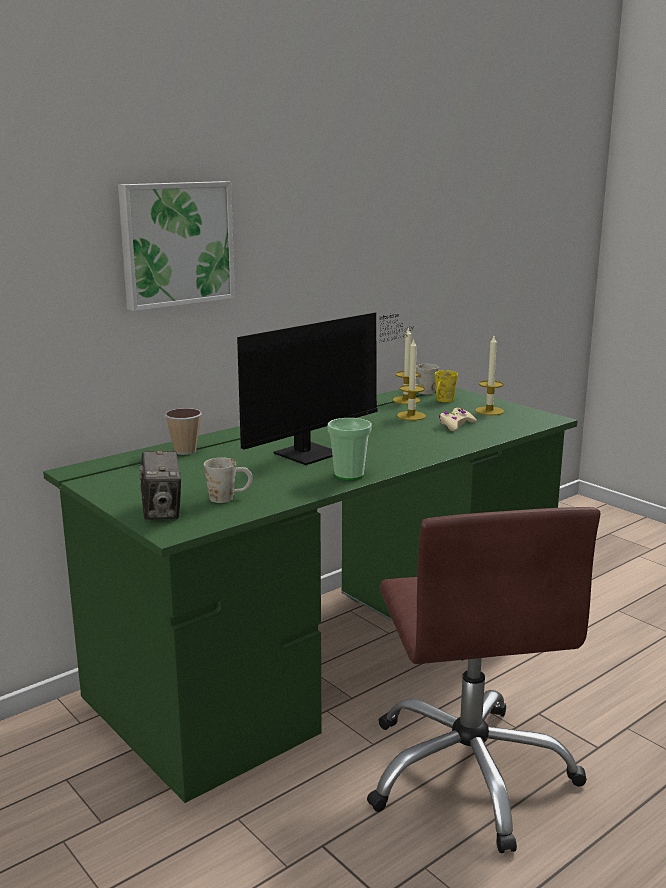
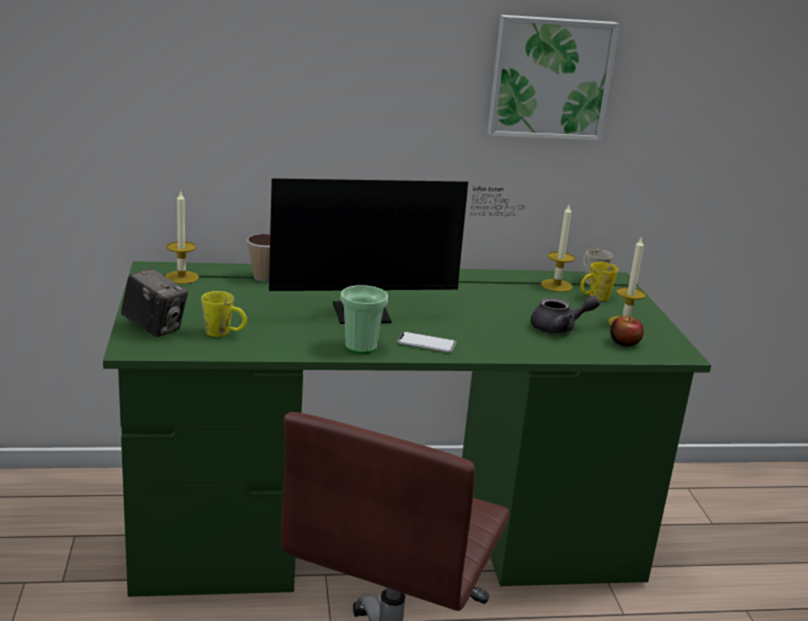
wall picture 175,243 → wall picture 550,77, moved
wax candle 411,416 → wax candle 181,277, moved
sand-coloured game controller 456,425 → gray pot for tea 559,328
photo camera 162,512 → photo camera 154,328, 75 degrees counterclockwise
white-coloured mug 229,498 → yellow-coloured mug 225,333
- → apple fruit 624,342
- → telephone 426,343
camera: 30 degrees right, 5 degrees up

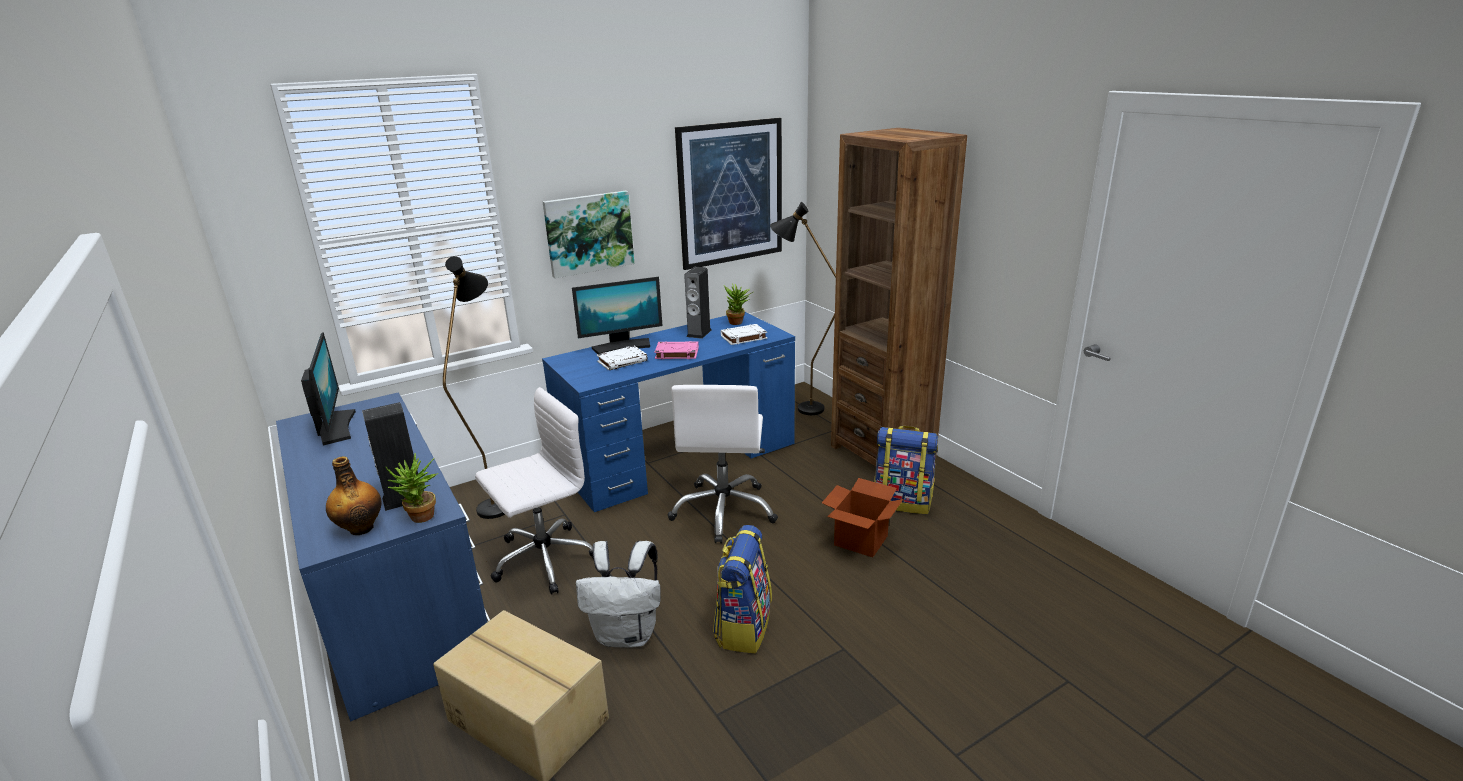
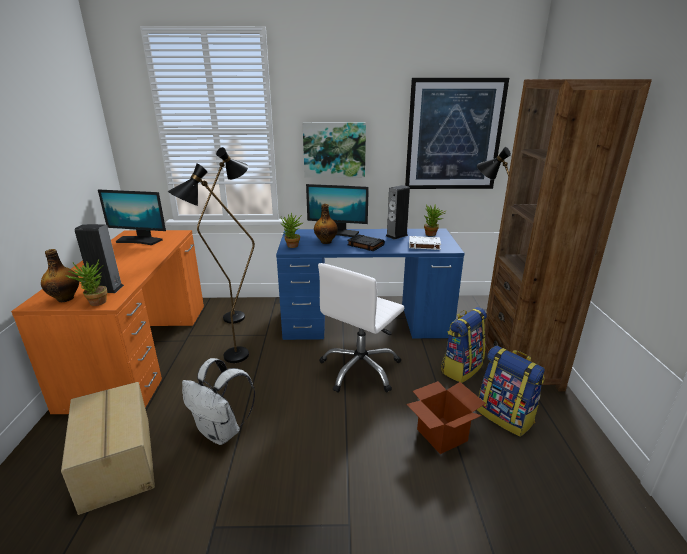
computer screen 335,427 → computer screen 139,240, 90 degrees clockwise
pinkish book 676,353 → blackish book 365,245
white-coloured book 622,361 → drink bottle 326,242
white-coloured desk chair 543,560 → blackish standard lamp 227,359
blue desk unit 396,595 → orange-coloured desk unit 142,349
rucksack 743,627 → rucksack 461,368, moved
- → houseplant 292,246
camera: 30 degrees right, 0 degrees up

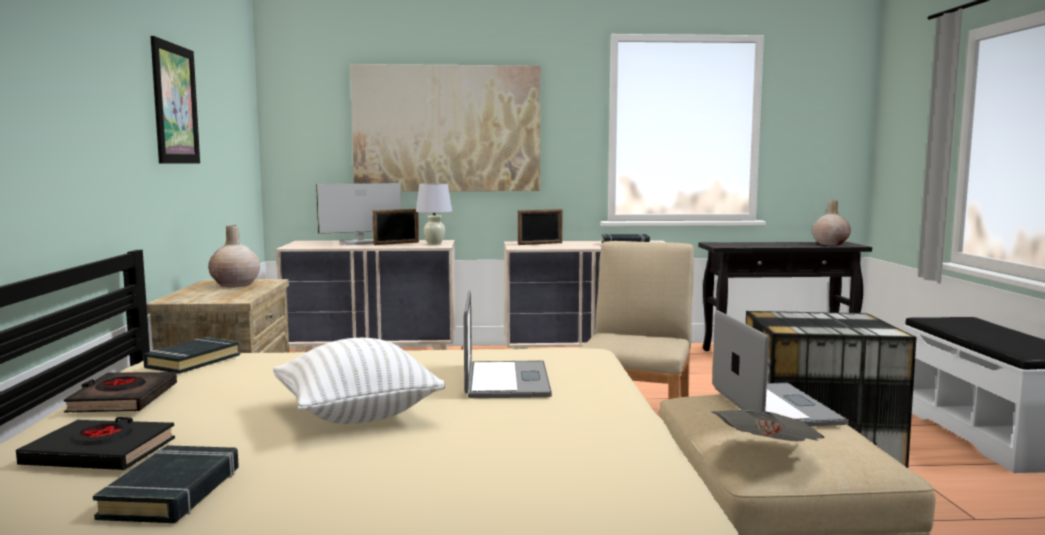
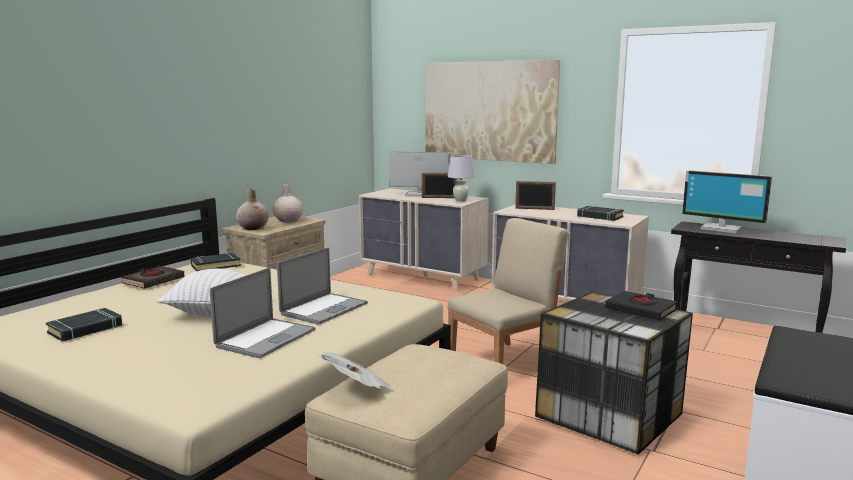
wall picture 175,104 → -
sand-coloured vase 830,244 → sand-coloured vase 253,228, moved
laptop 774,406 → laptop 266,338, moved
blackish book 100,453 → blackish book 641,310, moved
- → computer screen 722,228
camera: 35 degrees right, 5 degrees up

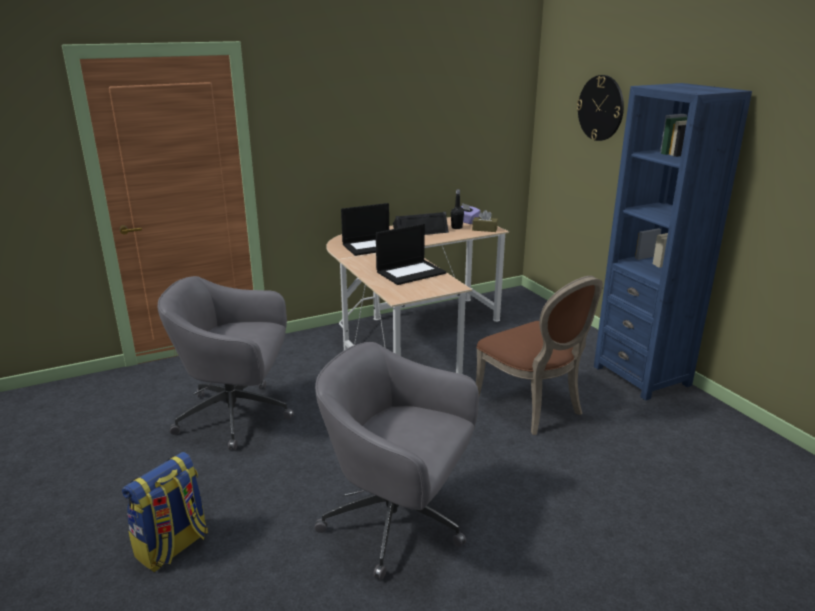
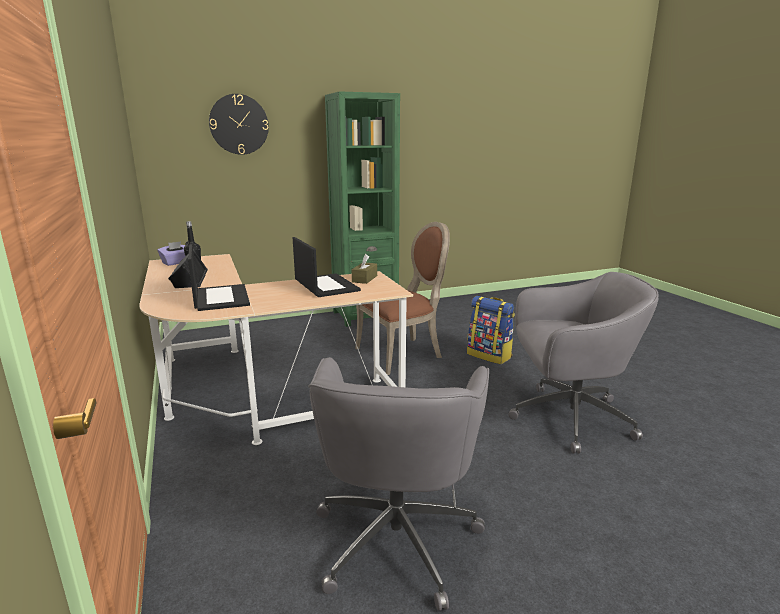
blue bookcase 641,375 → greenish bookcase 365,315
brown tissue box 484,229 → brown tissue box 364,279, moved
gray desk chair 398,523 → gray desk chair 567,418, 120 degrees counterclockwise
rucksack 173,547 → rucksack 489,355, moved
camera: 85 degrees left, 5 degrees down

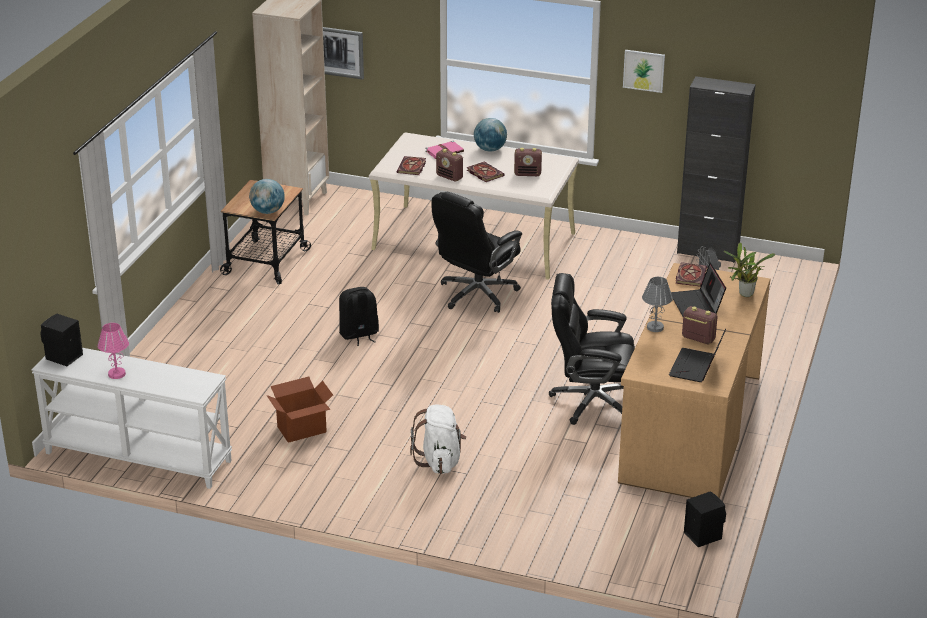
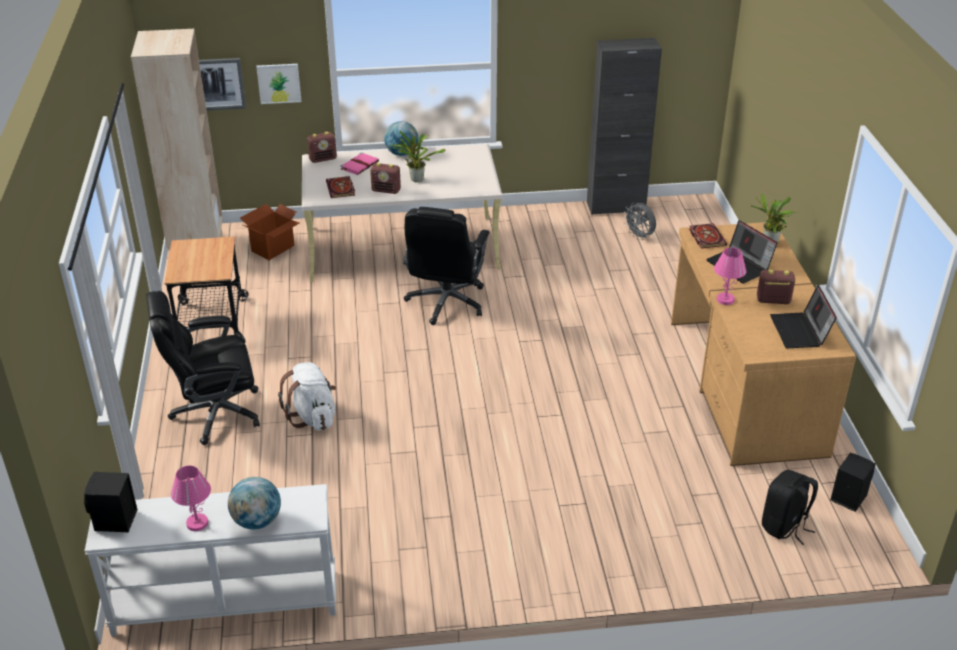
wall picture 644,70 → wall picture 279,83, moved
radio receiver 528,174 → radio receiver 323,159, moved
book 484,173 → houseplant 416,179
globe 267,211 → globe 257,521, moved
blackish desk chair 591,402 → blackish desk chair 215,413, moved
gray table lamp 655,327 → pinkish table lamp 725,299
blackish rucksack 359,335 → blackish rucksack 784,526, moved
carton 302,430 → carton 273,248, moved
white-coloured rucksack 440,461 → white-coloured rucksack 313,417, moved
camera: 25 degrees left, 5 degrees up

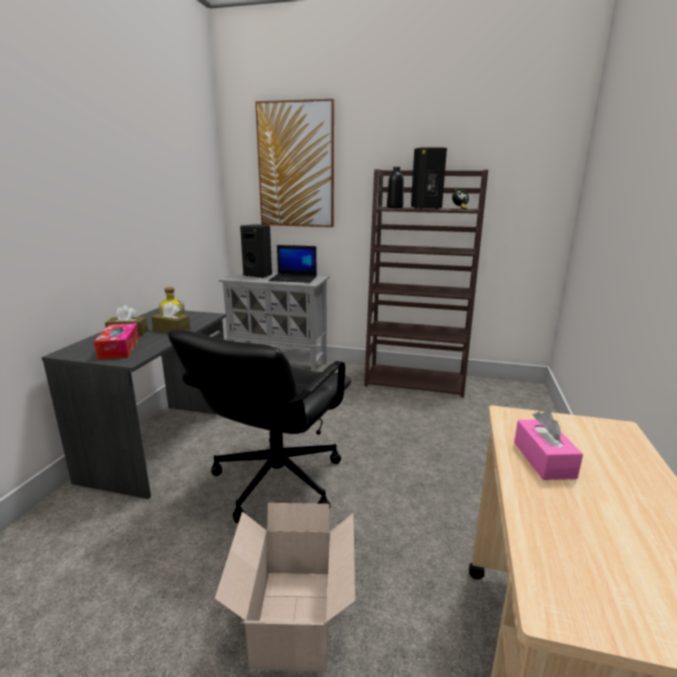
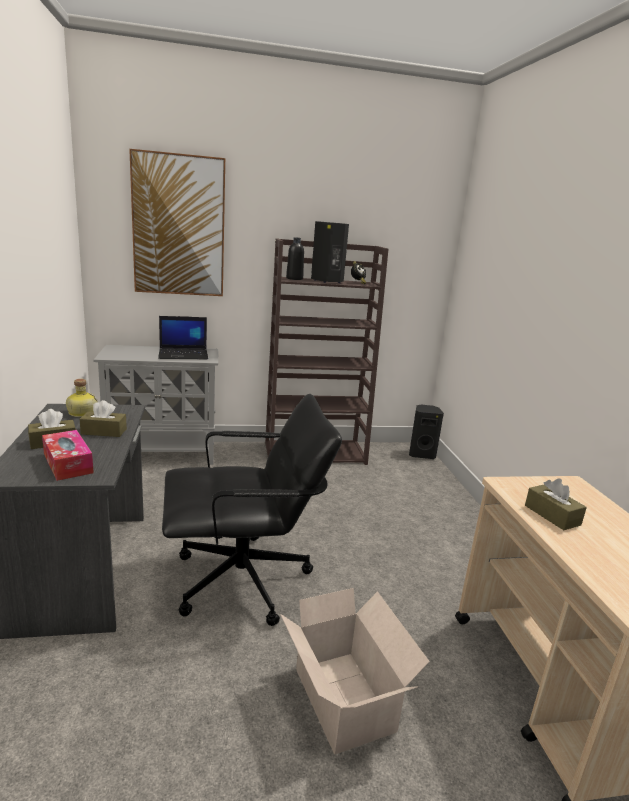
blackish loudspeaker 258,275 → blackish loudspeaker 421,454, moved
blackish desk chair 275,480 → blackish desk chair 243,580, 105 degrees counterclockwise
pinkish tissue box 543,459 → brown tissue box 552,515
camera: 25 degrees left, 0 degrees up

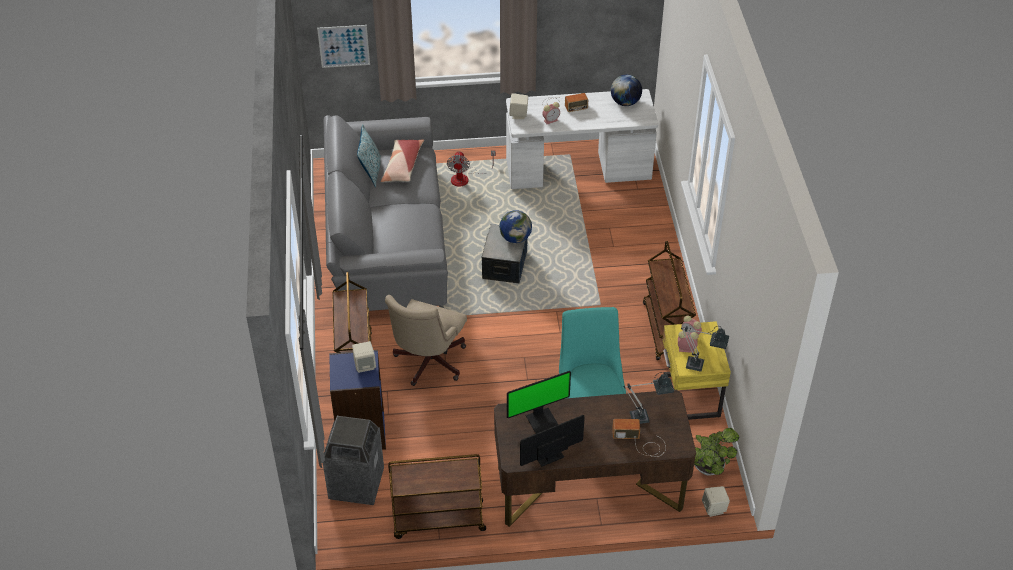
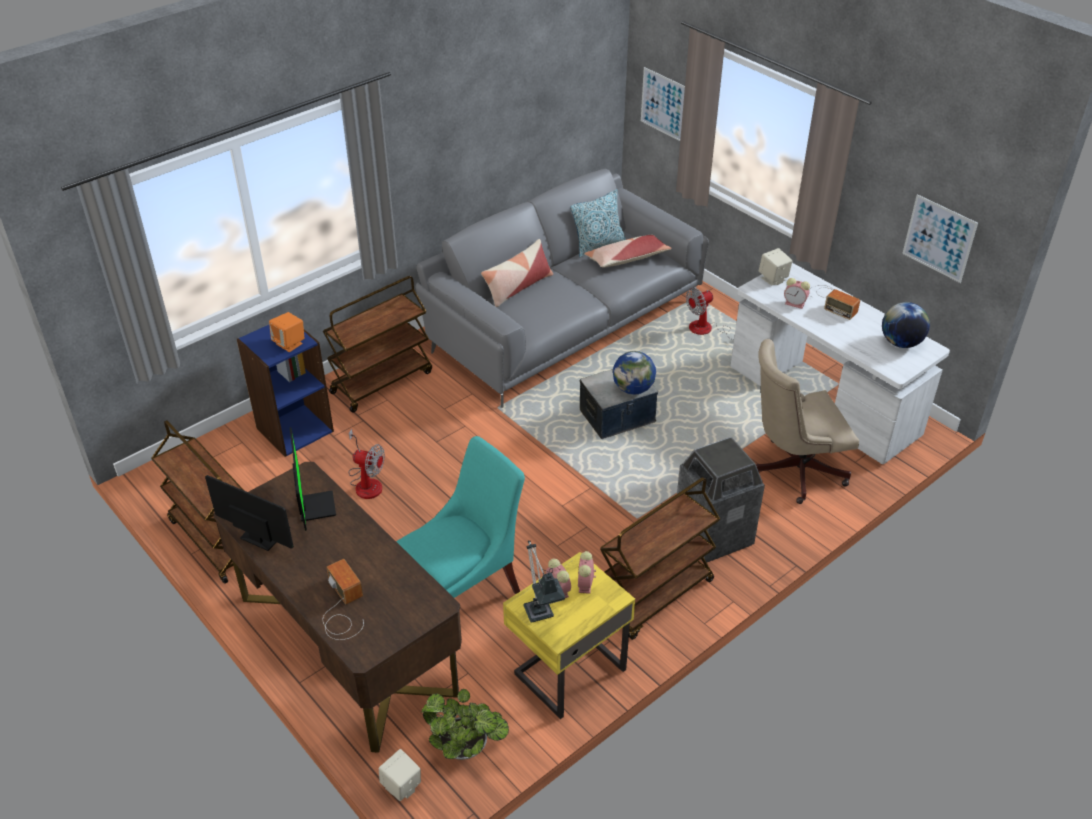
sand-coloured desk chair 427,363 → sand-coloured desk chair 792,470, moved
sand-coloured loudspeaker 365,365 → orange-coloured loudspeaker 289,344
computer screen 541,420 → computer screen 314,506, 135 degrees counterclockwise
table lamp 644,416 → -
trash can 356,484 → trash can 712,535, moved
- → wall picture 939,238
- → cushion 518,287
- → electric fan 366,482
camera: 55 degrees right, 5 degrees down

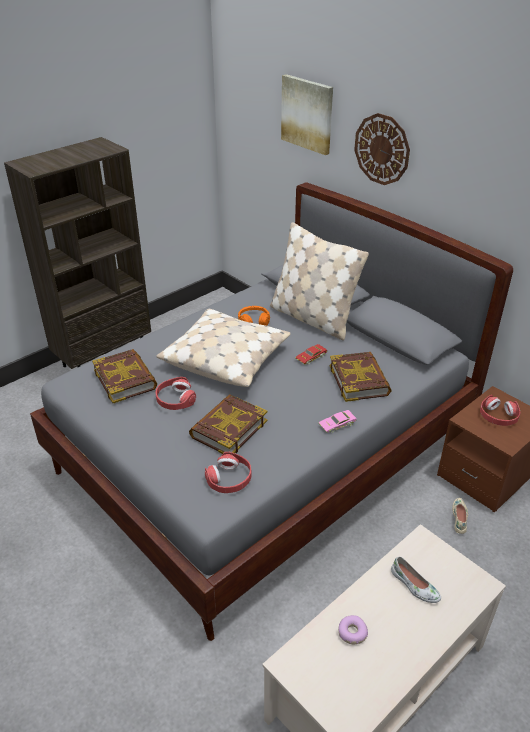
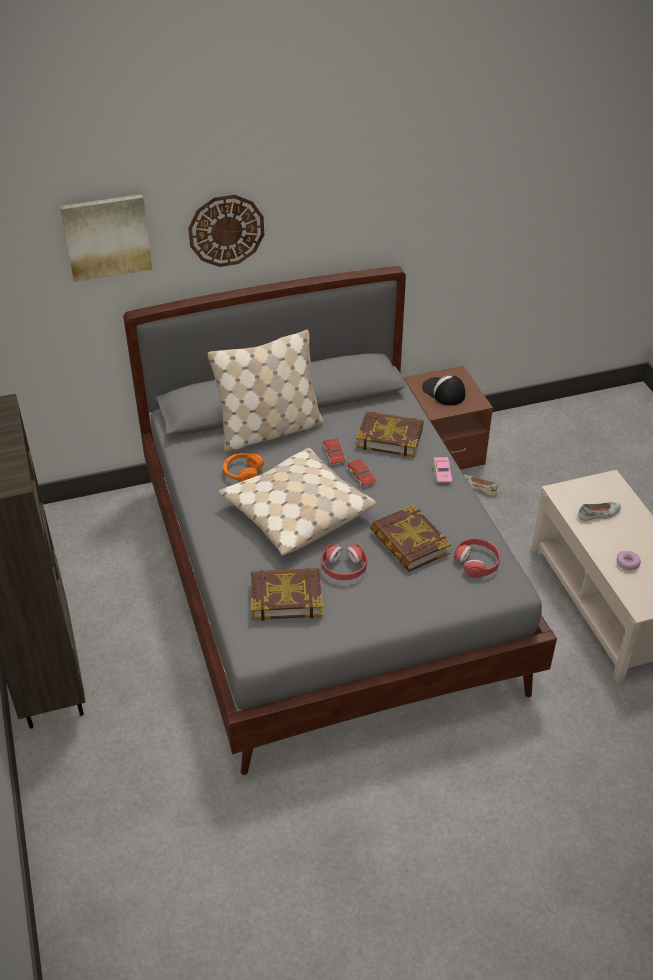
red-coloured pair of headphones 498,416 → cap 443,392
- → red-coloured miniature car 361,476
camera: 65 degrees left, 5 degrees up

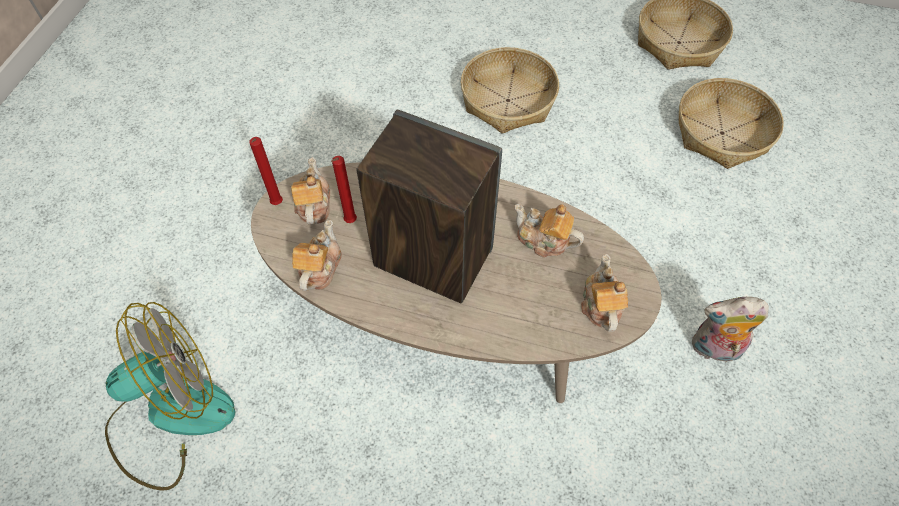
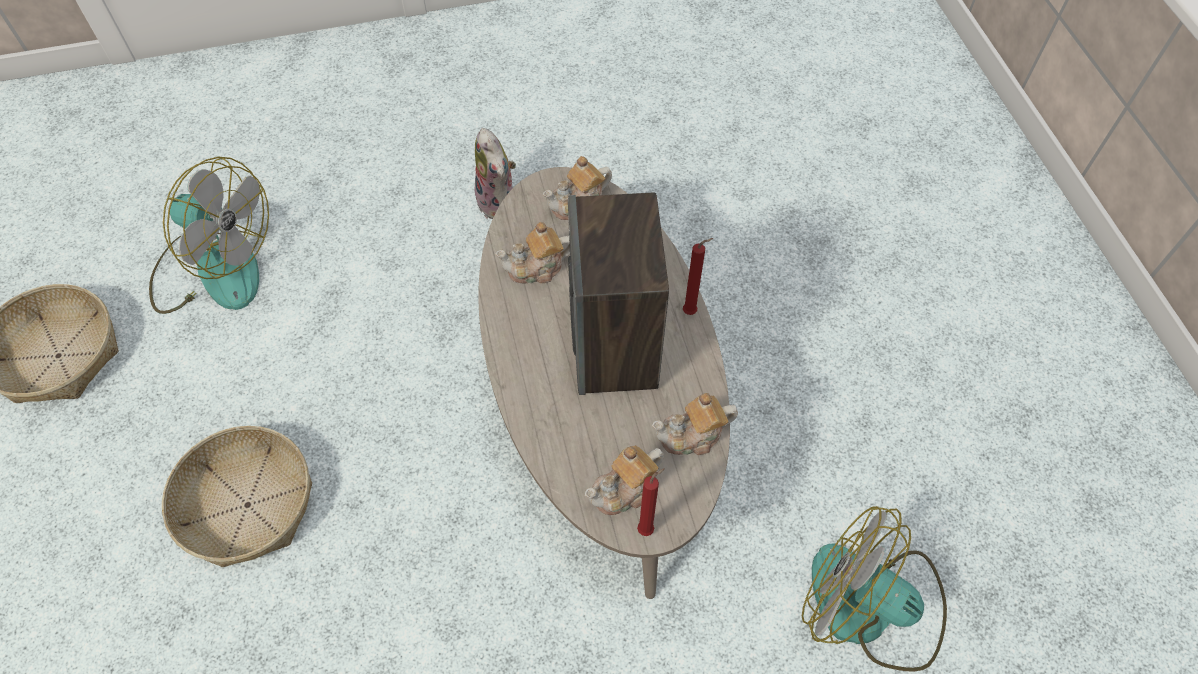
household basket 722,133 → electric fan 214,268
red-coloured wax candle 349,222 → red-coloured wax candle 692,312, moved
pot for tea 543,241 → pot for tea 537,268, 75 degrees clockwise
camera: 120 degrees left, 0 degrees up

